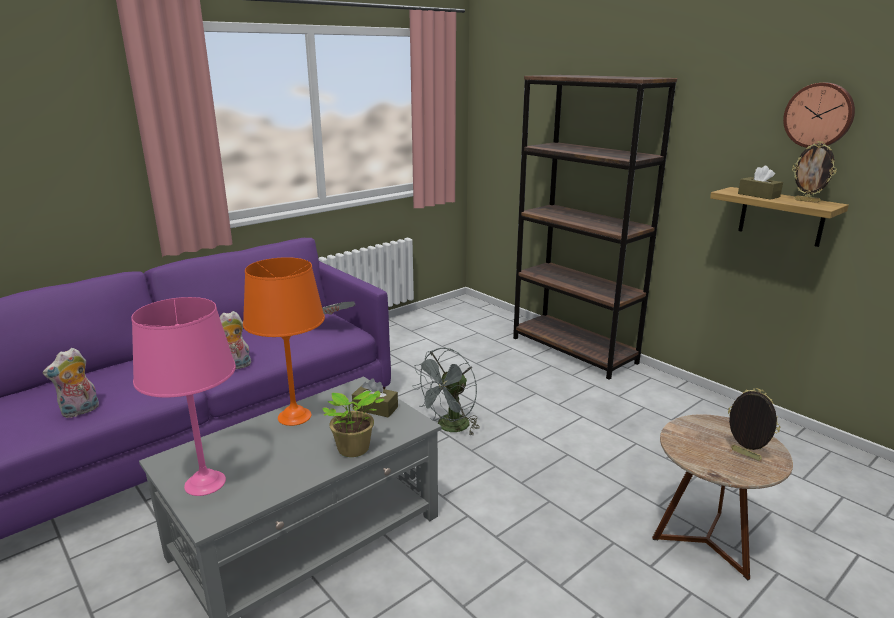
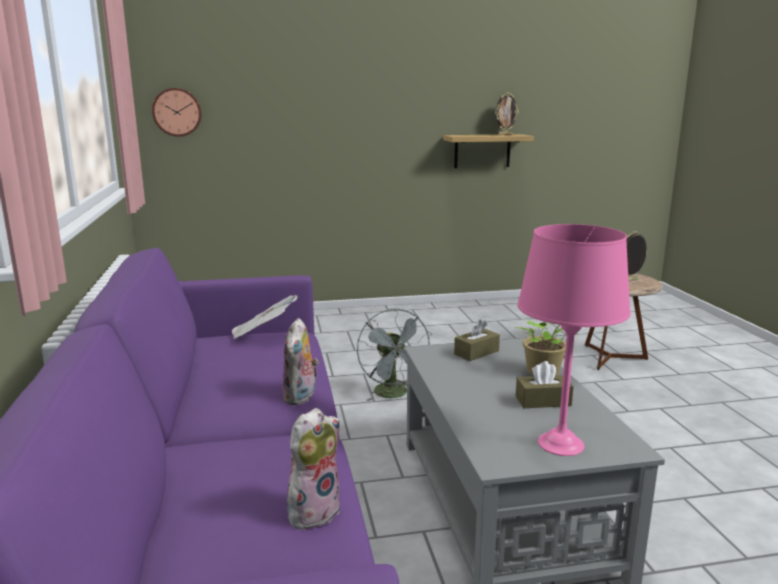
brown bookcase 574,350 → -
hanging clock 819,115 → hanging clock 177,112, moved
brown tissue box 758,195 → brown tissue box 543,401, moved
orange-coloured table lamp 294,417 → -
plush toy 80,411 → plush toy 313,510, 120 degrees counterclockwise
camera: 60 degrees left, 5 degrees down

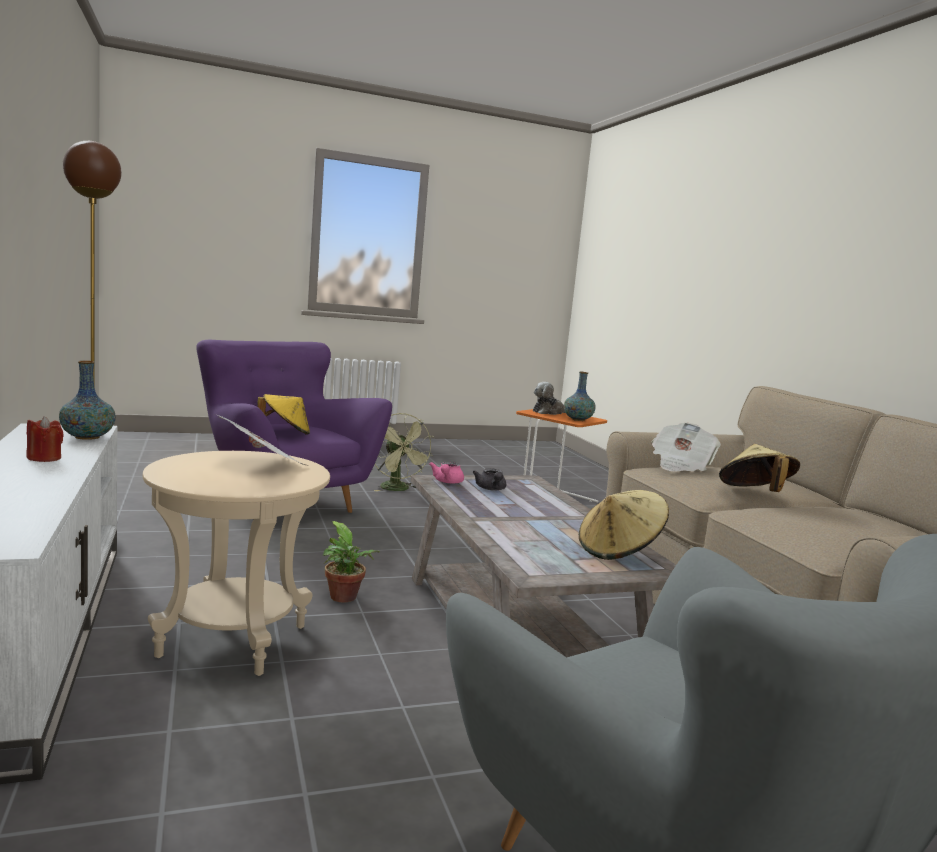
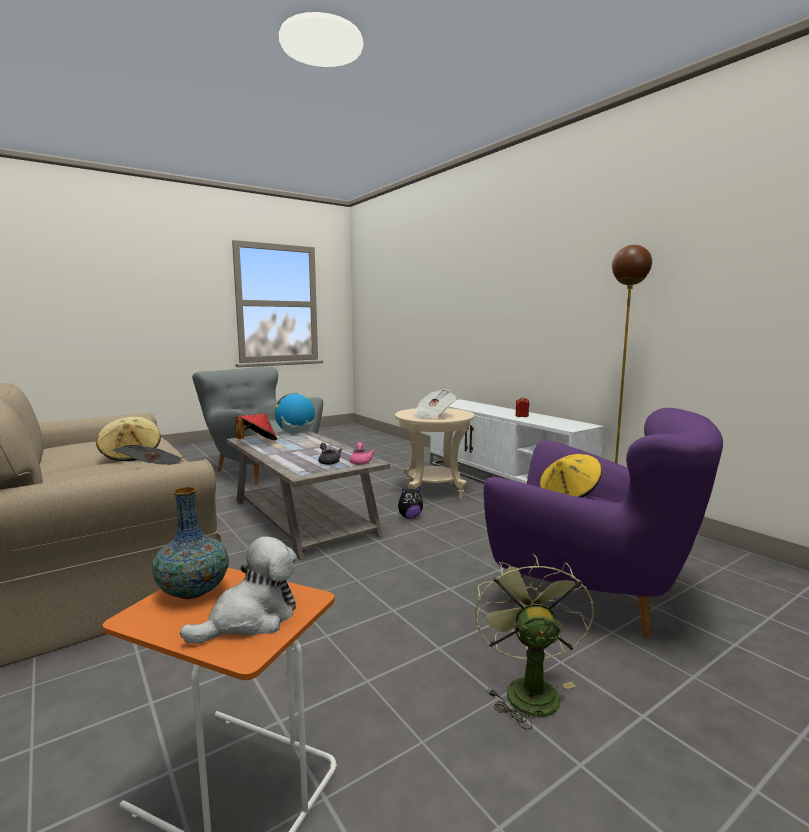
vase 87,437 → -
greenish electric fan 398,489 → greenish electric fan 528,688, 45 degrees clockwise
sand-coloured clothing hat 619,551 → red-coloured clothing hat 257,442
houseplant 345,598 → plush toy 409,517
- → globe 295,433
camera: 165 degrees right, 0 degrees up

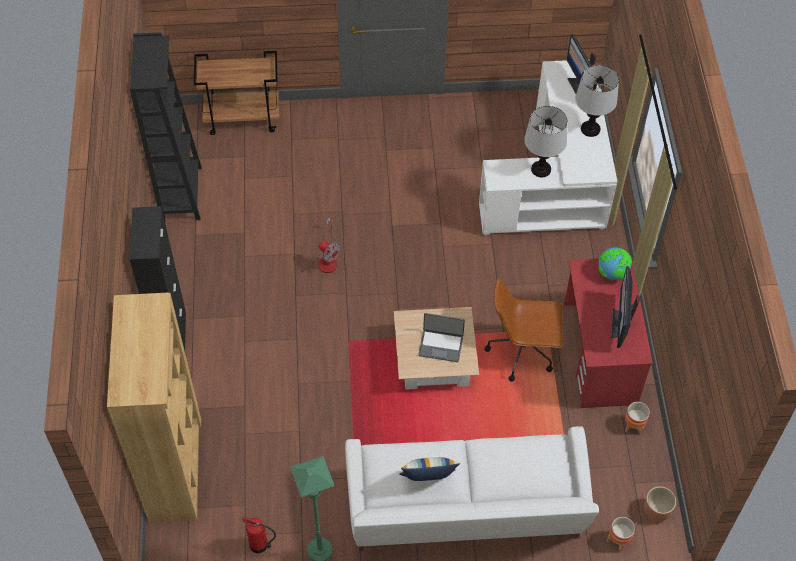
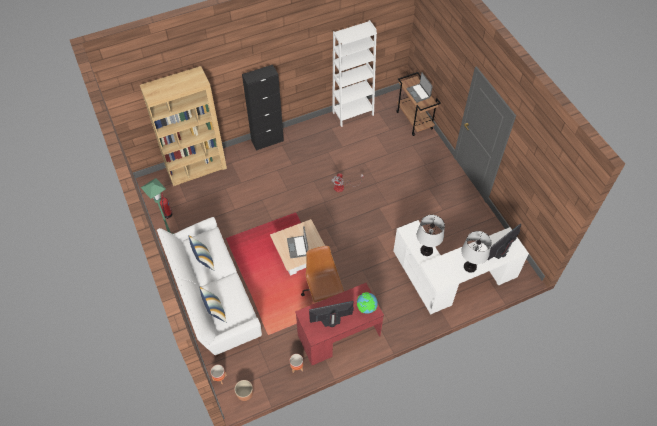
blackish bookcase 181,194 → white-coloured bookcase 353,114
- → laptop 418,93
- → cushion 215,311
camera: 70 degrees right, 0 degrees up

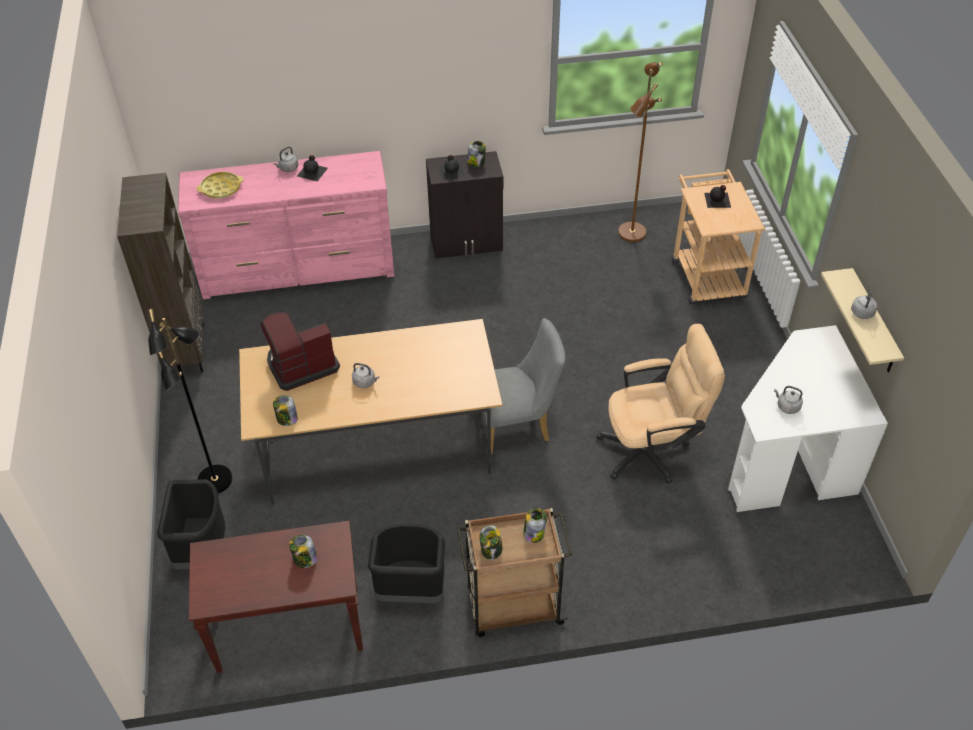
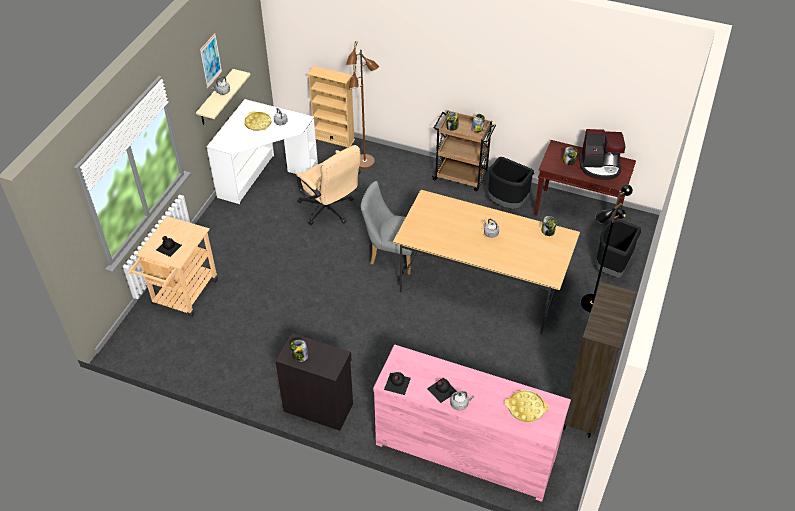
brown standard lamp 631,232 → brown standard lamp 365,162, moved
blackish drink bottle 452,171 → blackish drink bottle 396,384, moved
coffee machine 301,365 → coffee machine 600,166, moved
sand-coloured desk chair 652,450 → sand-coloured desk chair 330,210, 150 degrees counterclockwise
- → wall picture 210,60
- → sand-coloured bookcase 334,139
- → yellow-coloured serving tray 258,123
camera: 150 degrees left, 0 degrees up

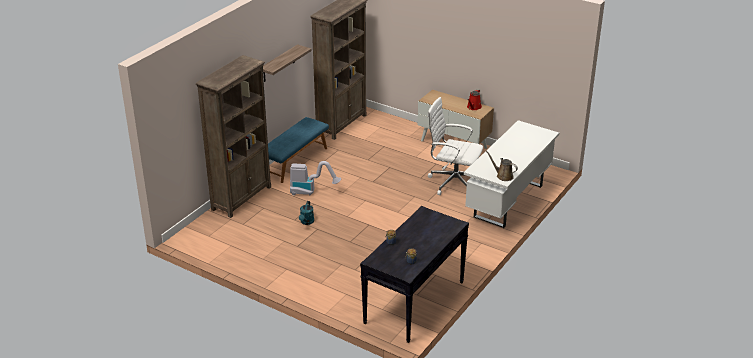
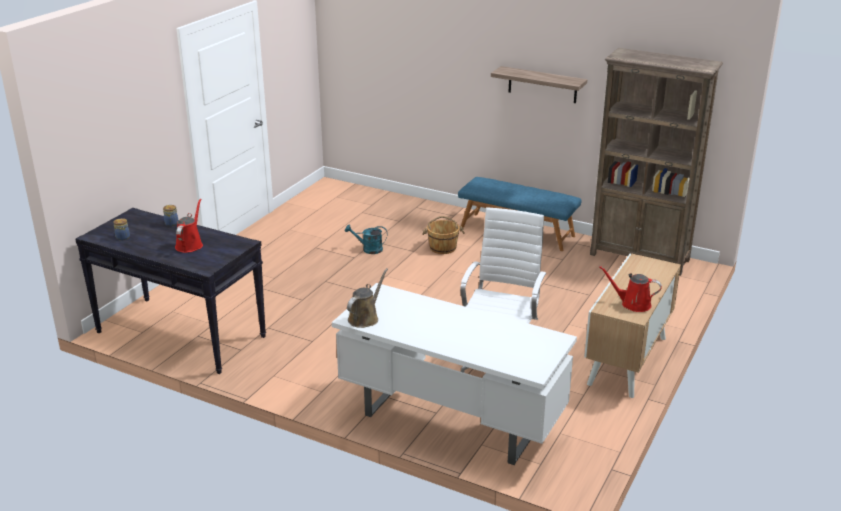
brown bookcase 242,198 → -
hoover 311,191 → brown bucket 443,247
- → red-coloured watering pot 190,245
camera: 85 degrees right, 5 degrees down

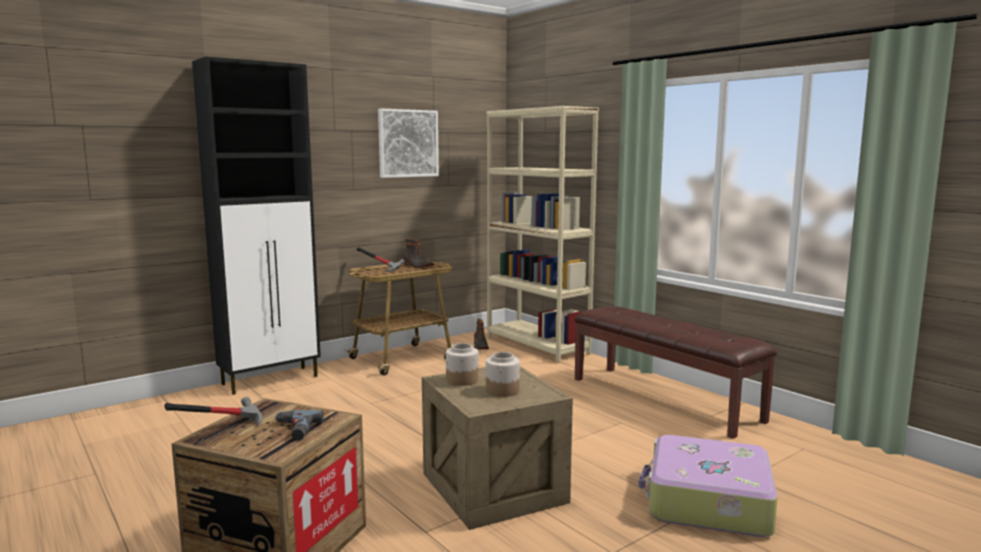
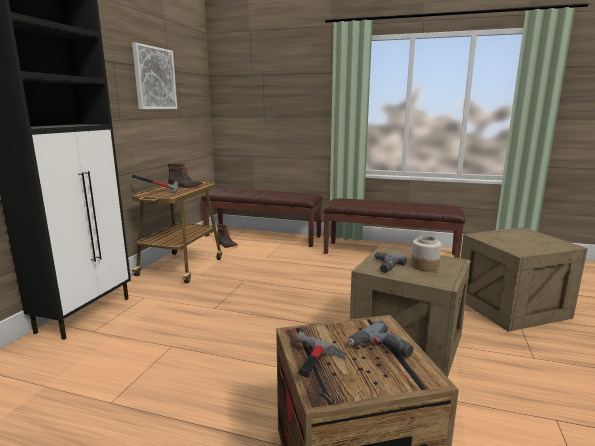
sand-coloured bookcase 537,345 → brown bench 263,236
storage jar 462,380 → drill 384,266
suitcase 707,502 → packing crate 512,307
camera: 35 degrees left, 5 degrees up

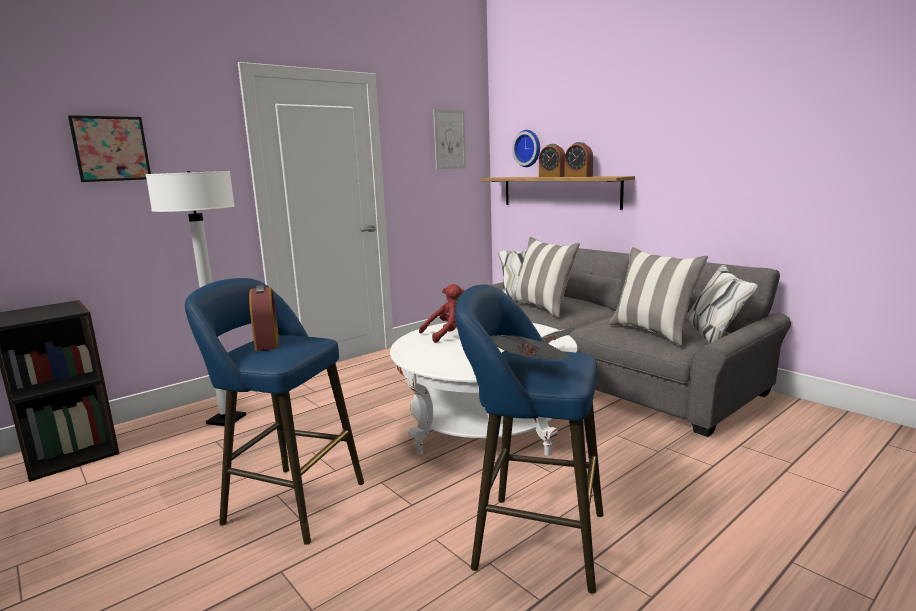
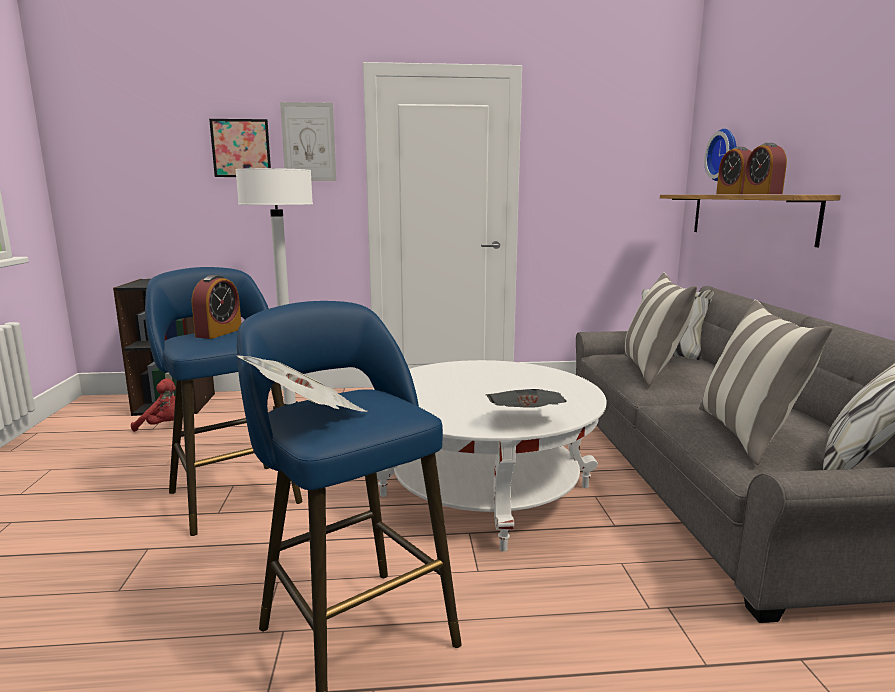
wall picture 449,139 → wall picture 309,142, moved
red-coloured plush toy 447,334 → red-coloured plush toy 164,426, moved
camera: 35 degrees right, 0 degrees up

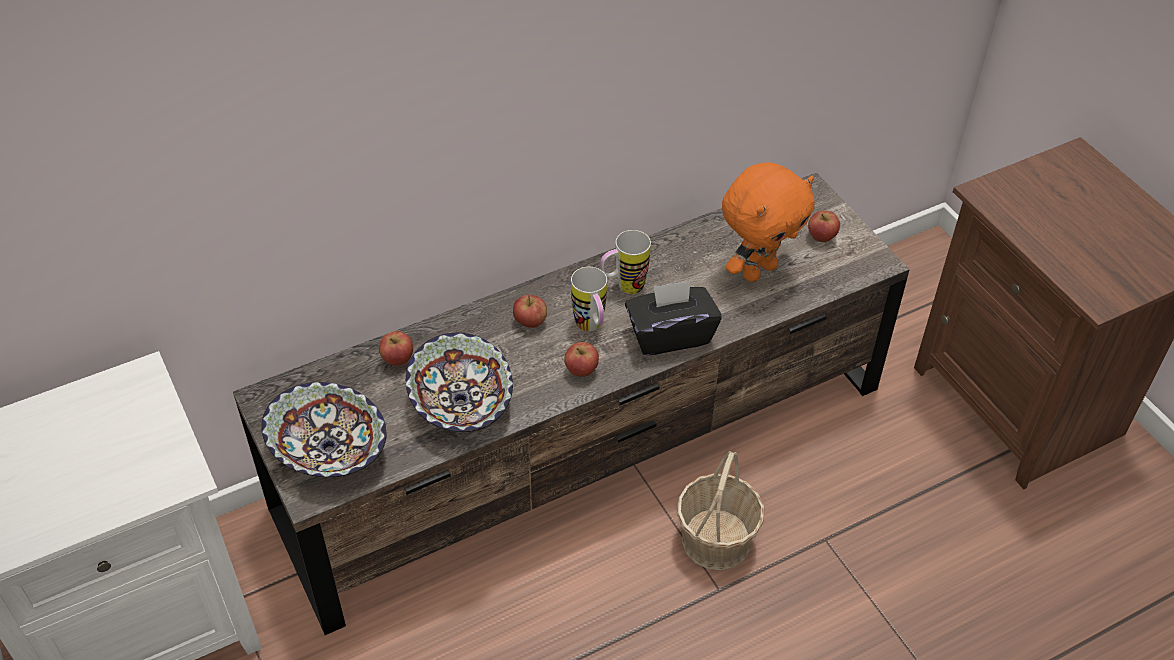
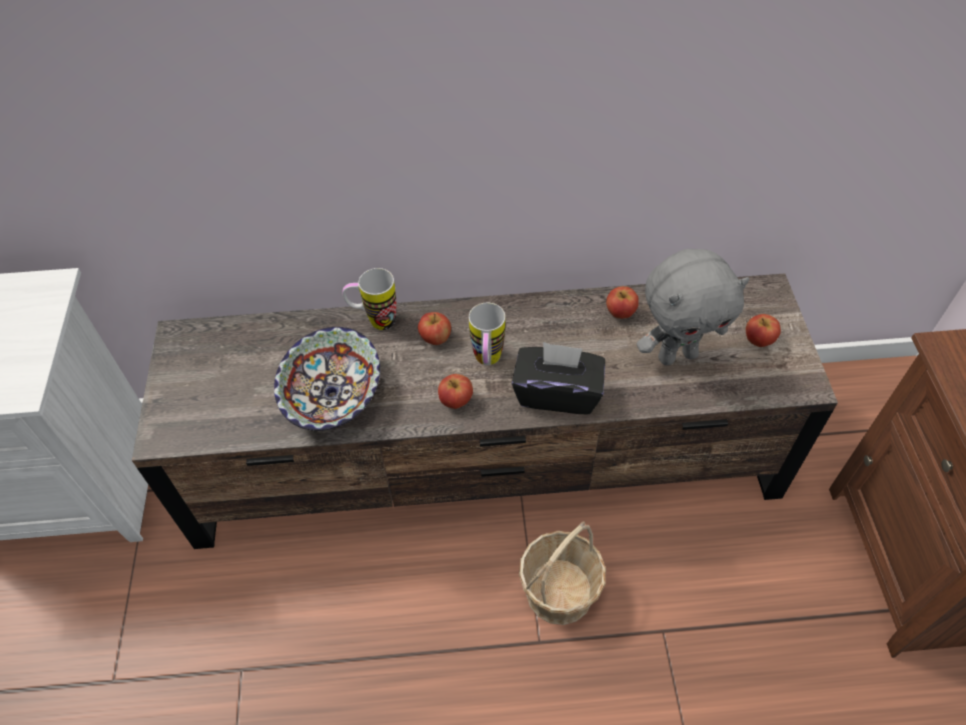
orange-coloured plush toy 758,270 → gray plush toy 677,355
mug 623,287 → mug 374,321, moved
apple fruit 398,359 → apple fruit 620,312, moved
bowl 329,449 → -
camera: 25 degrees right, 5 degrees up

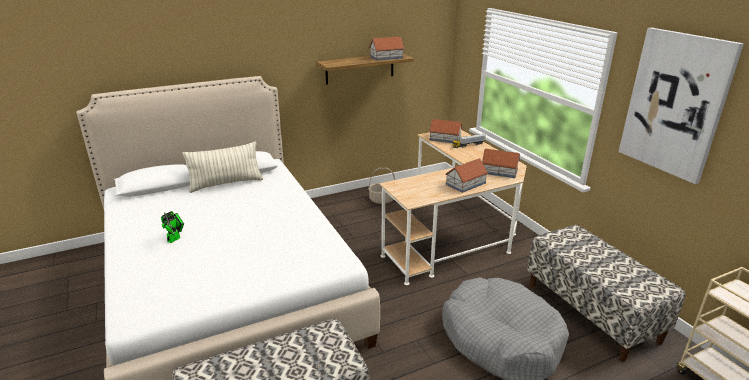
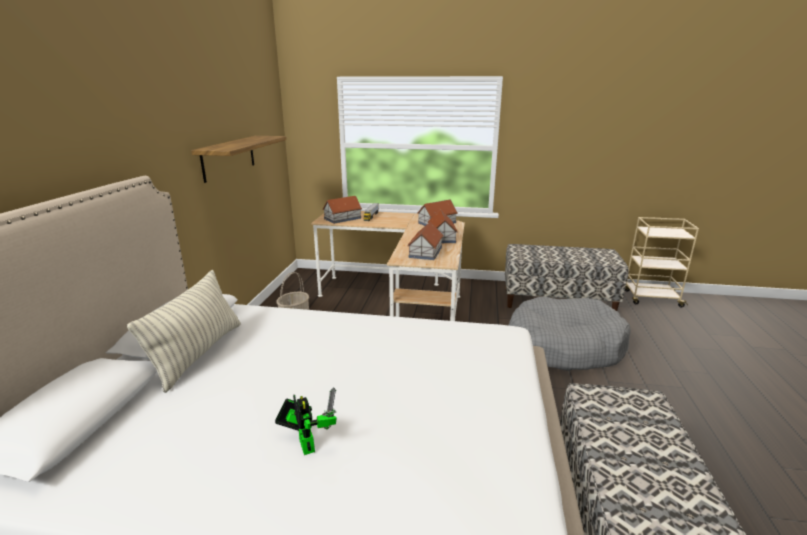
wall picture 675,104 → -
miniature house 386,57 → miniature house 426,252, moved
camera: 55 degrees left, 5 degrees down

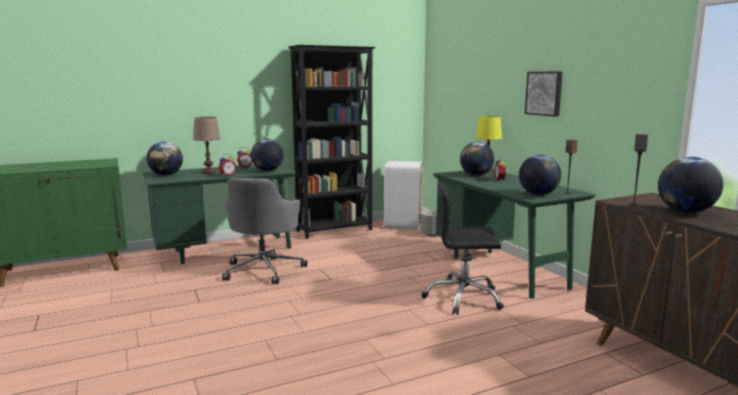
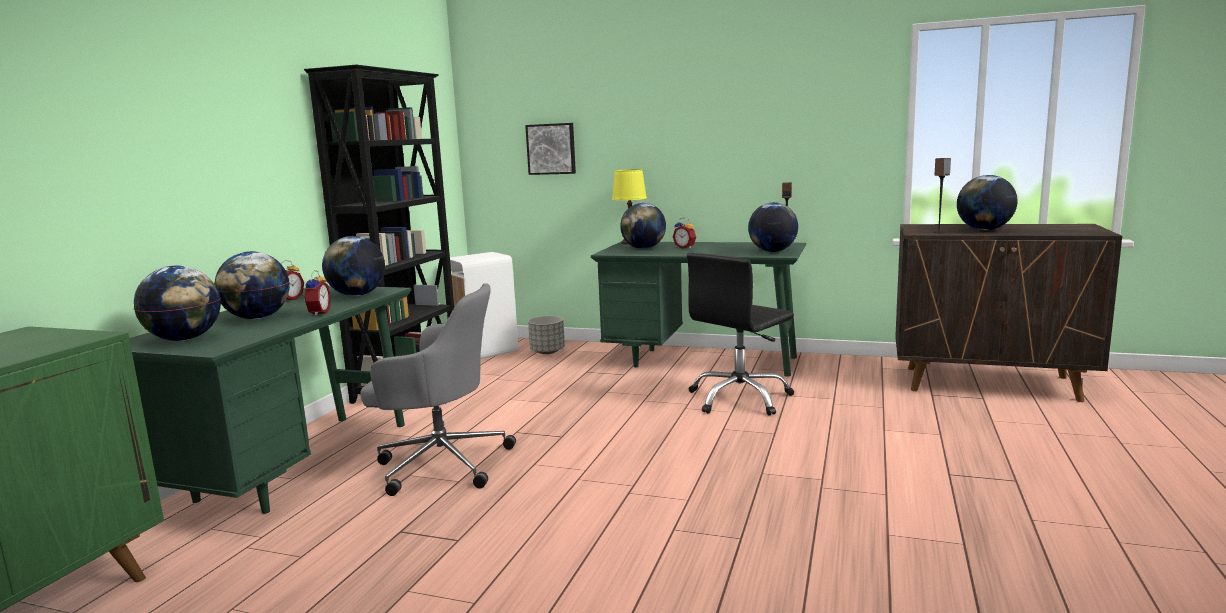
wall picture 544,93 → wall picture 551,149, moved
brown table lamp 208,172 → globe 257,318
gray desk chair 264,269 → gray desk chair 440,463, 45 degrees counterclockwise
camera: 45 degrees left, 0 degrees up

